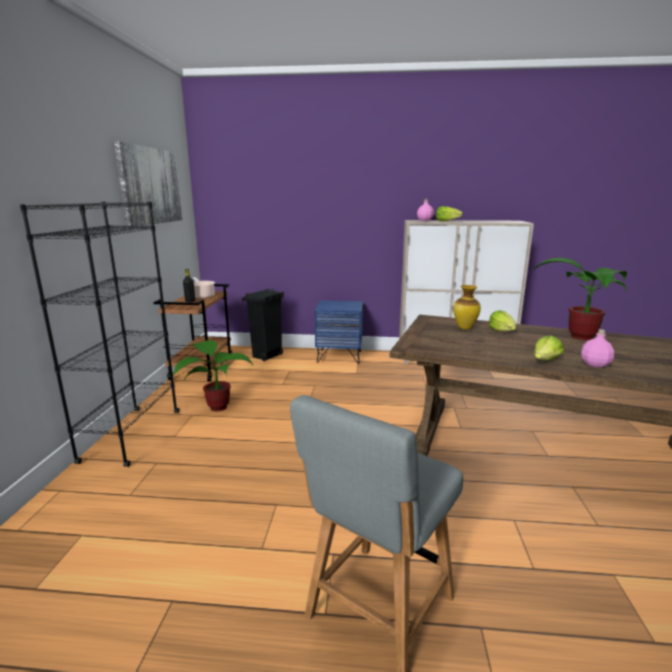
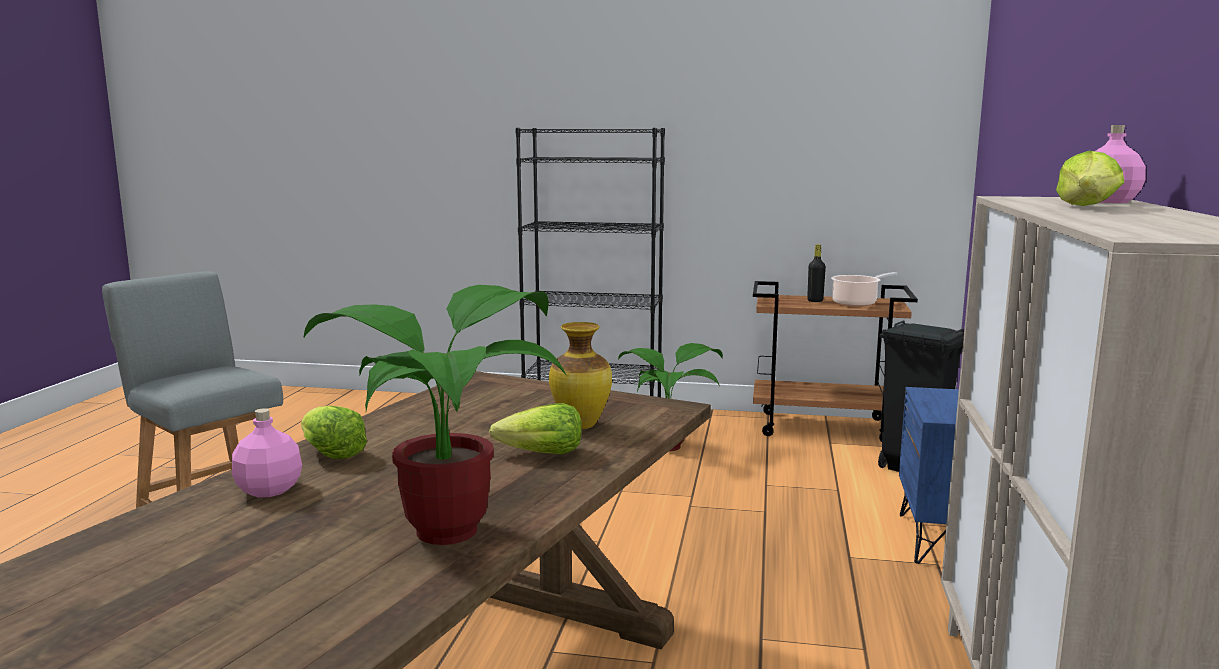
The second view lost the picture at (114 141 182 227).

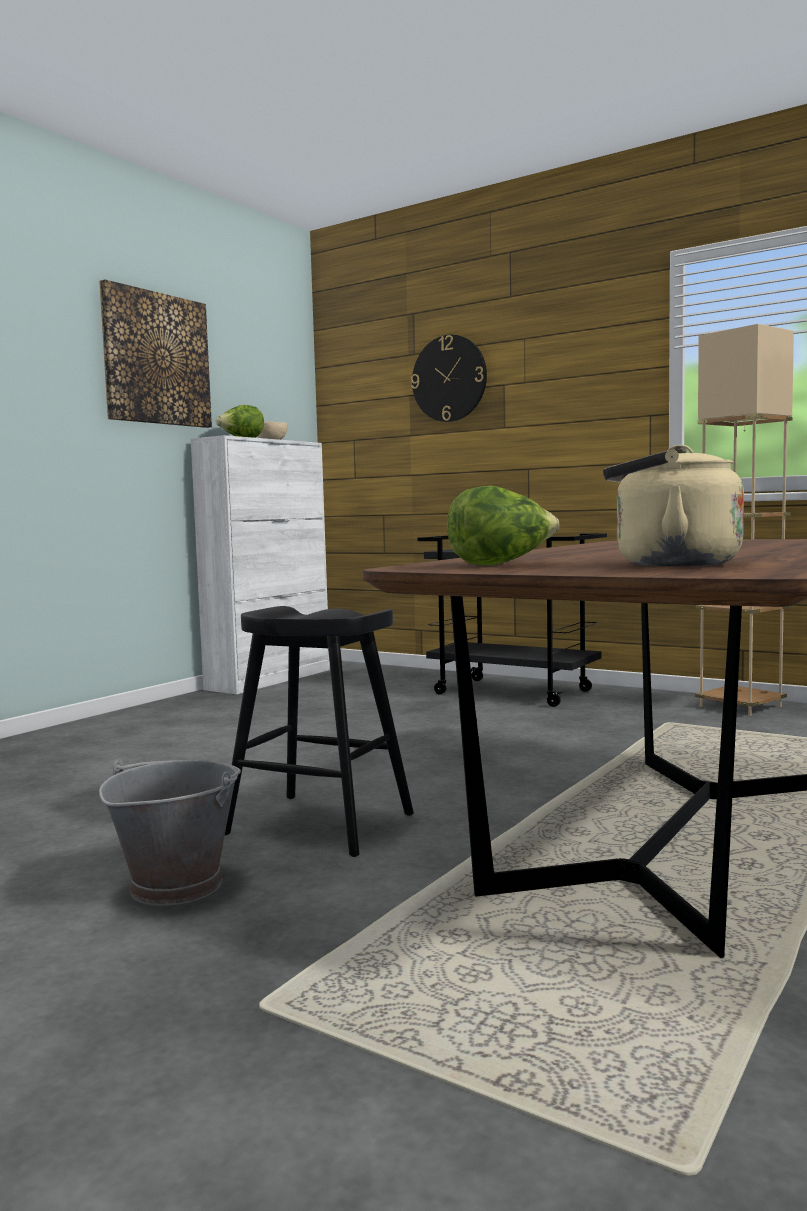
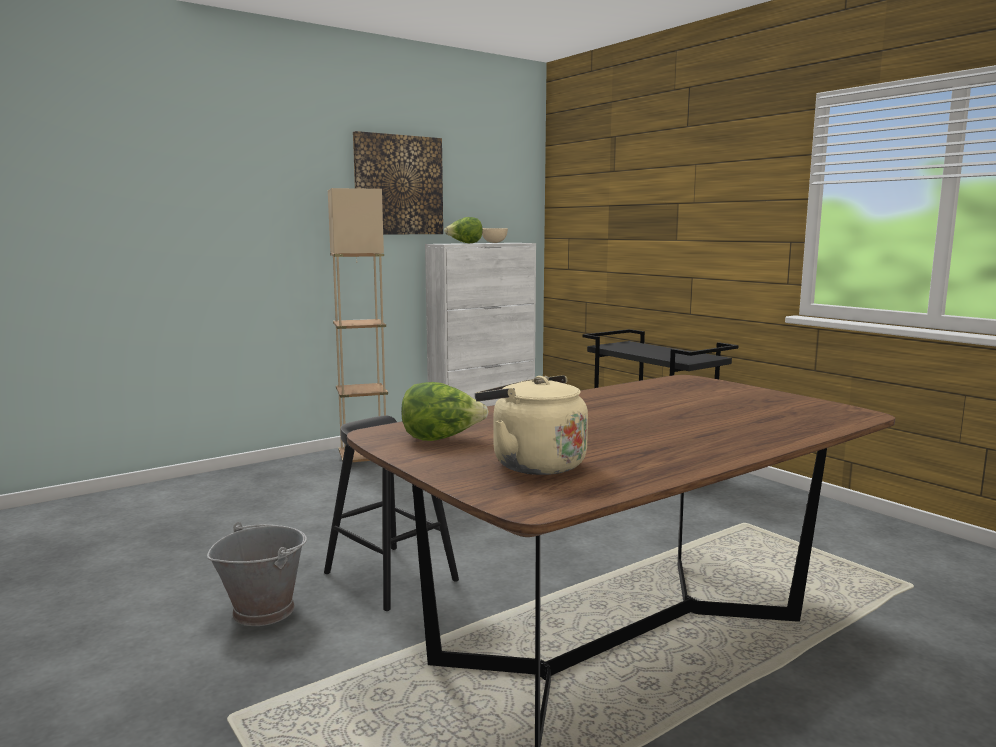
The second view lost the wall clock at (411 335 487 422). The floor lamp/beige ended up elsewhere, having gone from (695 324 794 716) to (328 188 388 462).

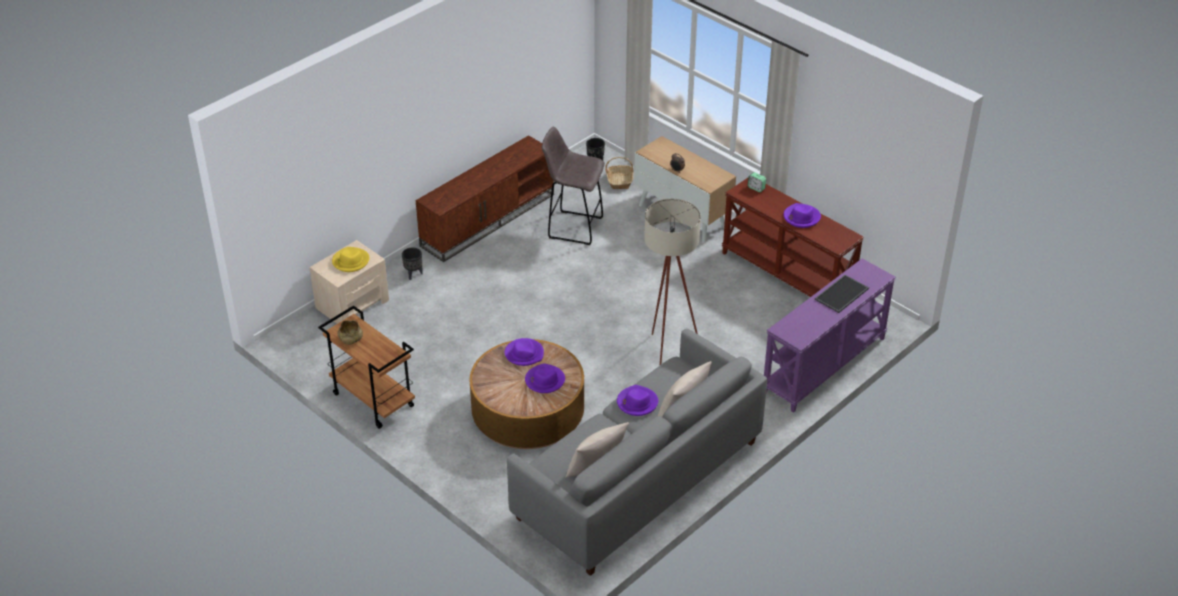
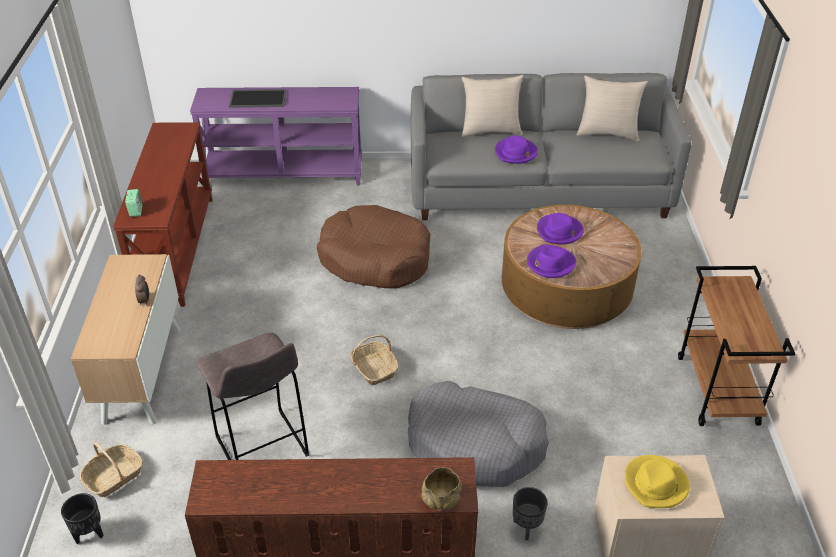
The second view lost the hat/purple at (783 203 821 228). The second view gained the basket at (350 335 398 385). The second view gained the dog bed/grey at (408 381 549 487). The bowl/beige ended up elsewhere, having gone from (338 320 363 345) to (421 467 462 511). Where the floor lamp/beige stood at (644 198 701 365), the dog bed/brown came to stand at (317 205 430 289).

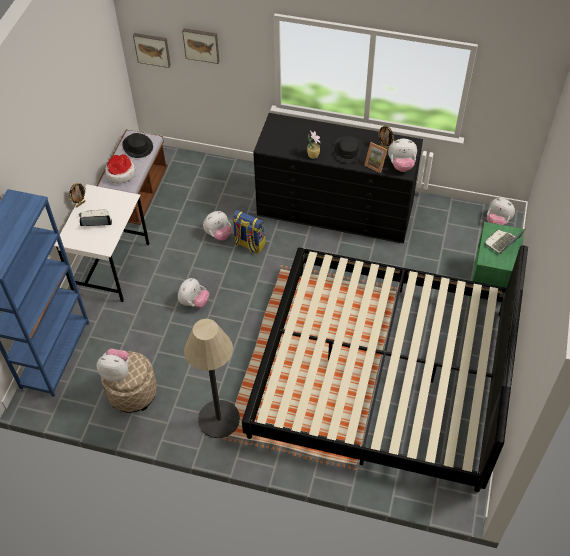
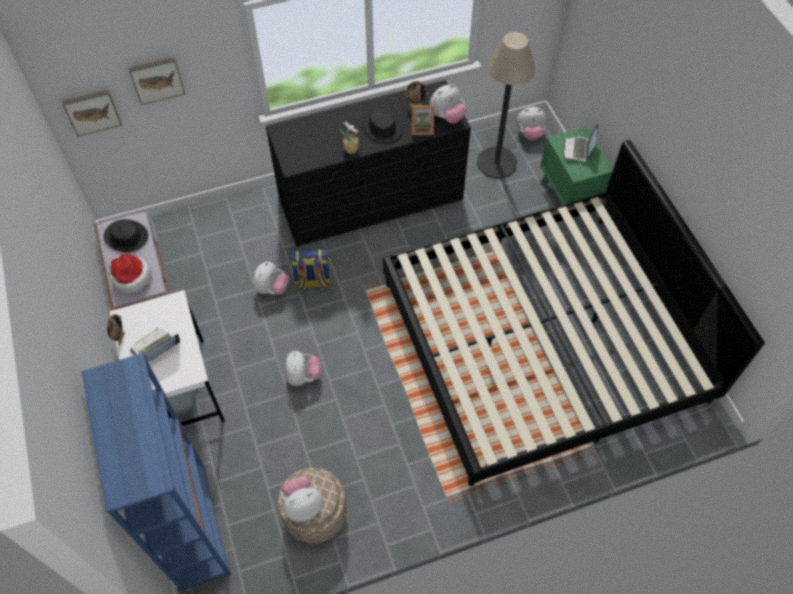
The floor lamp ended up elsewhere, having gone from (184 319 240 438) to (477 32 535 178).

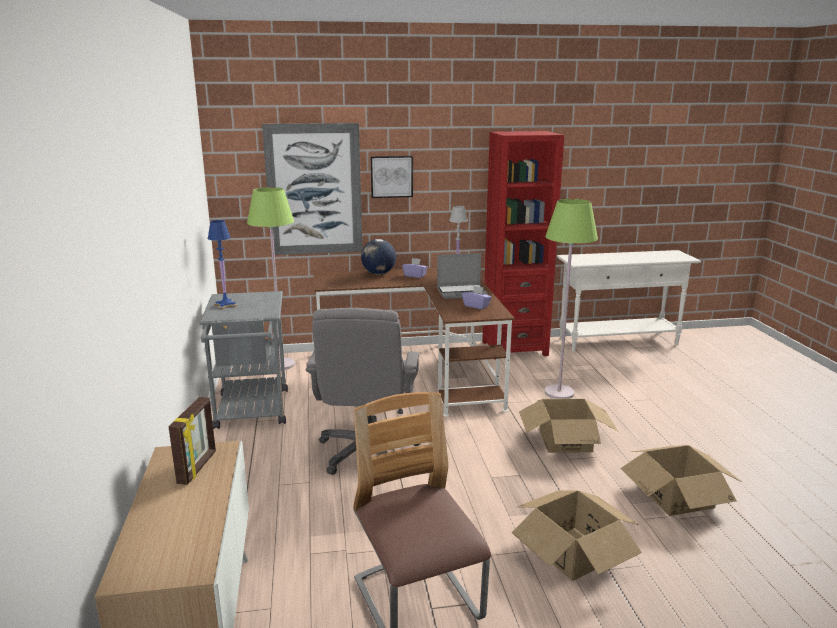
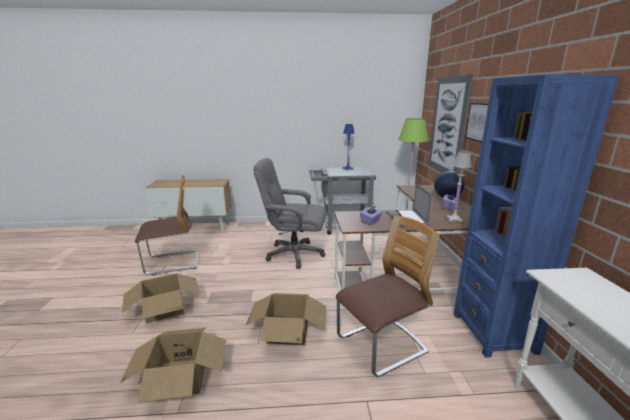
The second view lost the picture frame at (169 397 216 485). Where the floor lamp/green stood at (544 199 598 399), the chair came to stand at (336 215 440 377). What was the bookcase/red at (482 131 564 360) turned into the bookcase/blue at (454 74 619 358).

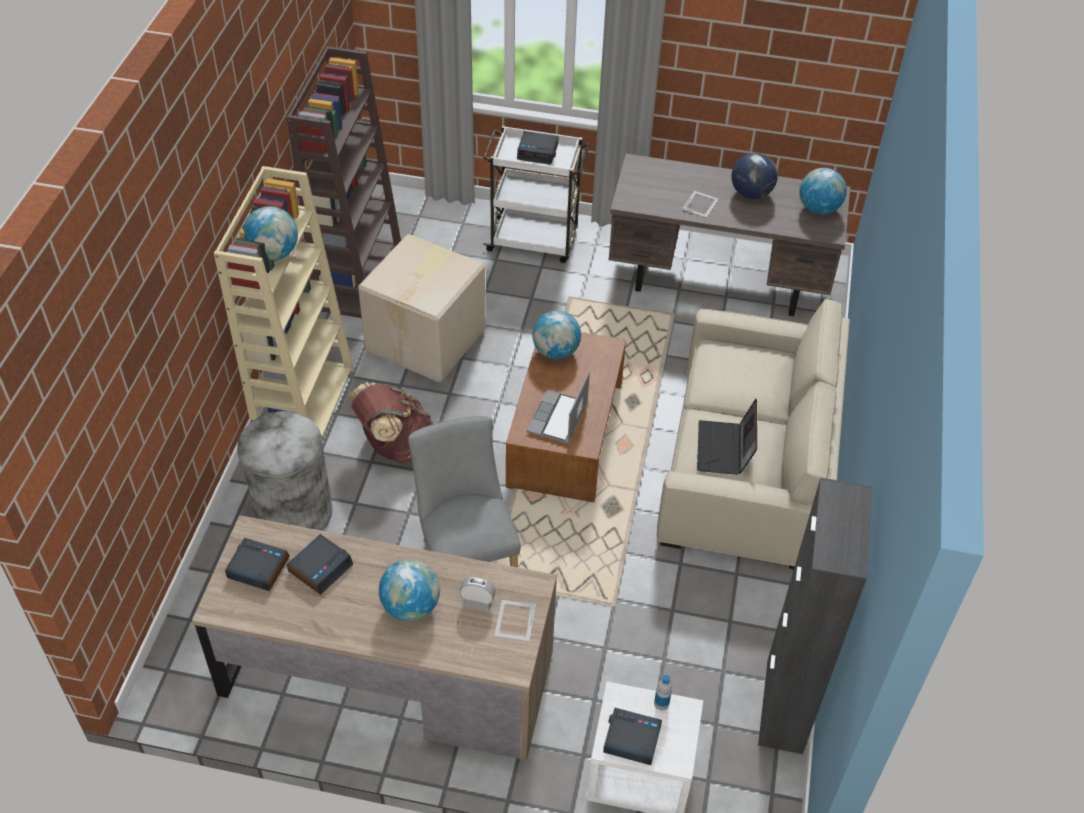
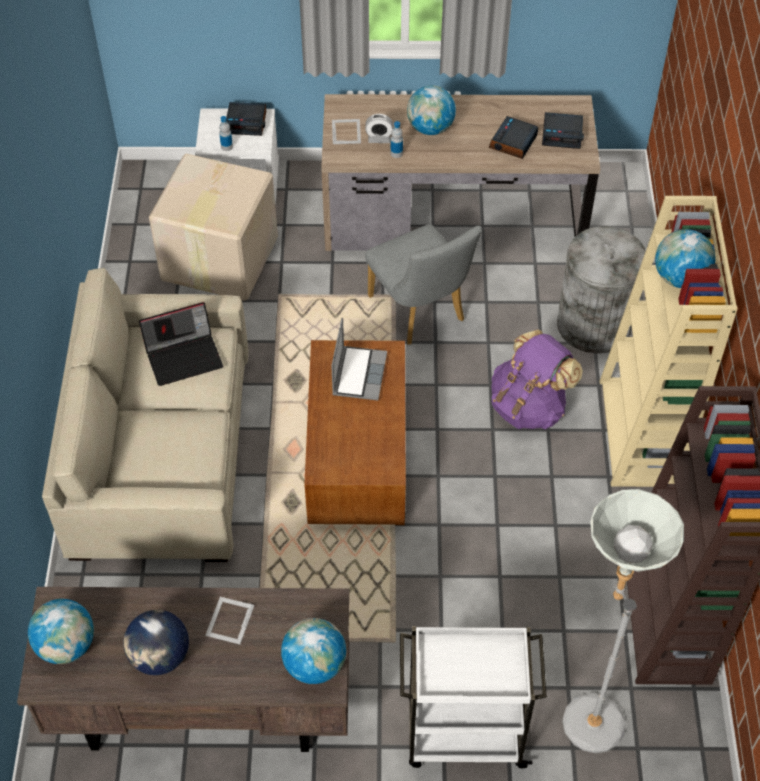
The second view lost the alarm clock at (517 131 559 164). The second view lost the cabinet/black at (758 478 872 754). The second view gained the bottle at (391 121 403 158). The second view gained the floor lamp/grey at (562 489 684 753). The cardboard box ended up elsewhere, having gone from (358 234 486 382) to (149 154 278 301). The globe ended up elsewhere, having gone from (532 311 581 359) to (281 618 346 684). What was the backpack/brown at (348 382 433 463) turned into the backpack/purple at (491 330 583 429). The laptop at (697 399 757 475) ended up facing another way, 75 degrees clockwise from before.

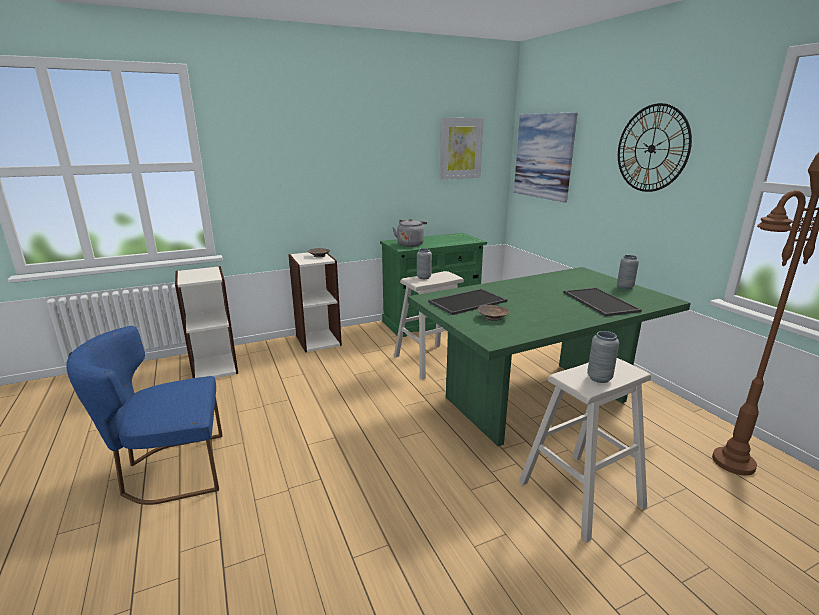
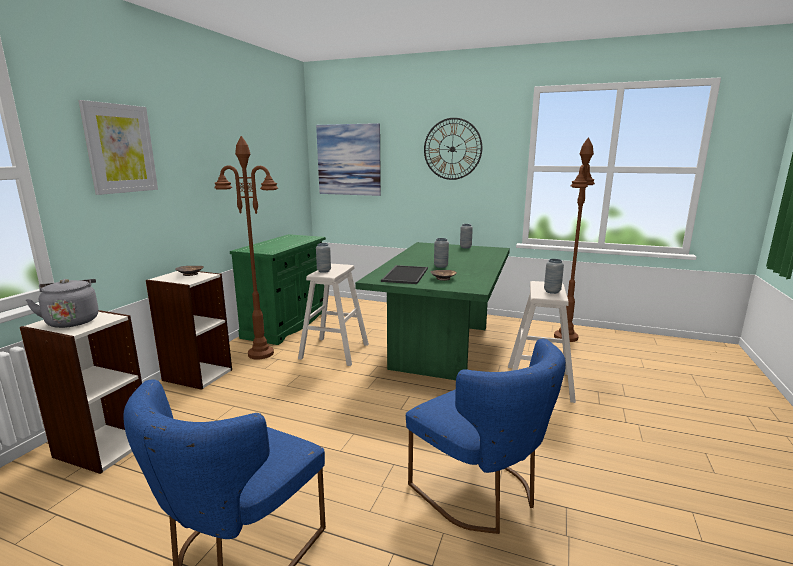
The second view lost the tray at (564 287 642 316). The second view gained the floor lamp/brown at (214 136 278 359). The second view gained the chair/blue at (406 339 566 534). The second view gained the vase/grey at (434 238 449 268). The kettle/grey ended up elsewhere, having gone from (392 219 427 247) to (25 279 98 328). The picture ended up elsewhere, having gone from (440 118 484 179) to (79 100 158 195).

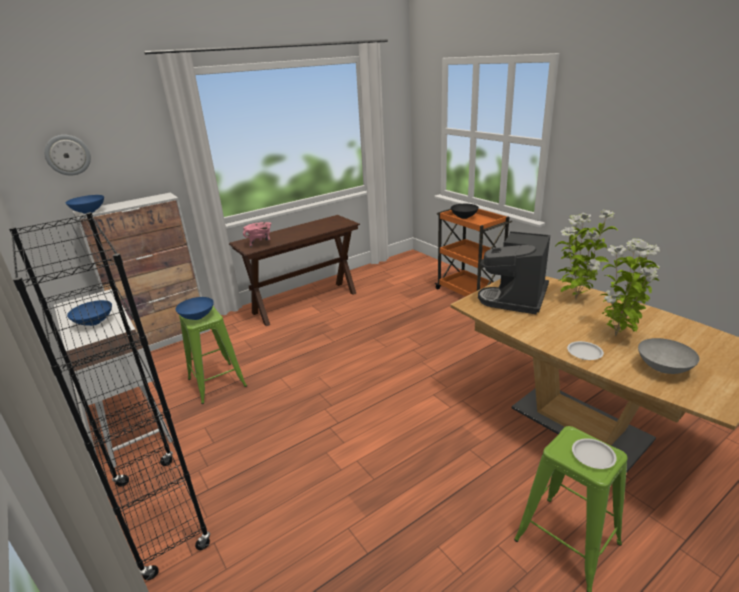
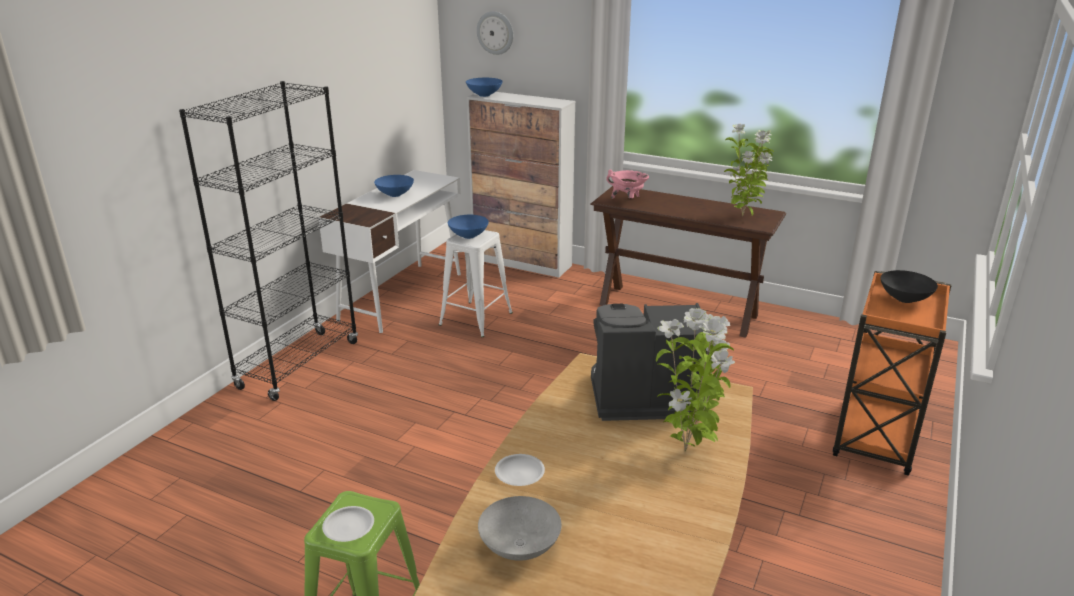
The potted plant ended up elsewhere, having gone from (601 238 660 337) to (724 124 774 216). What was the stool/green at (179 306 247 404) turned into the stool/white at (439 230 513 337).

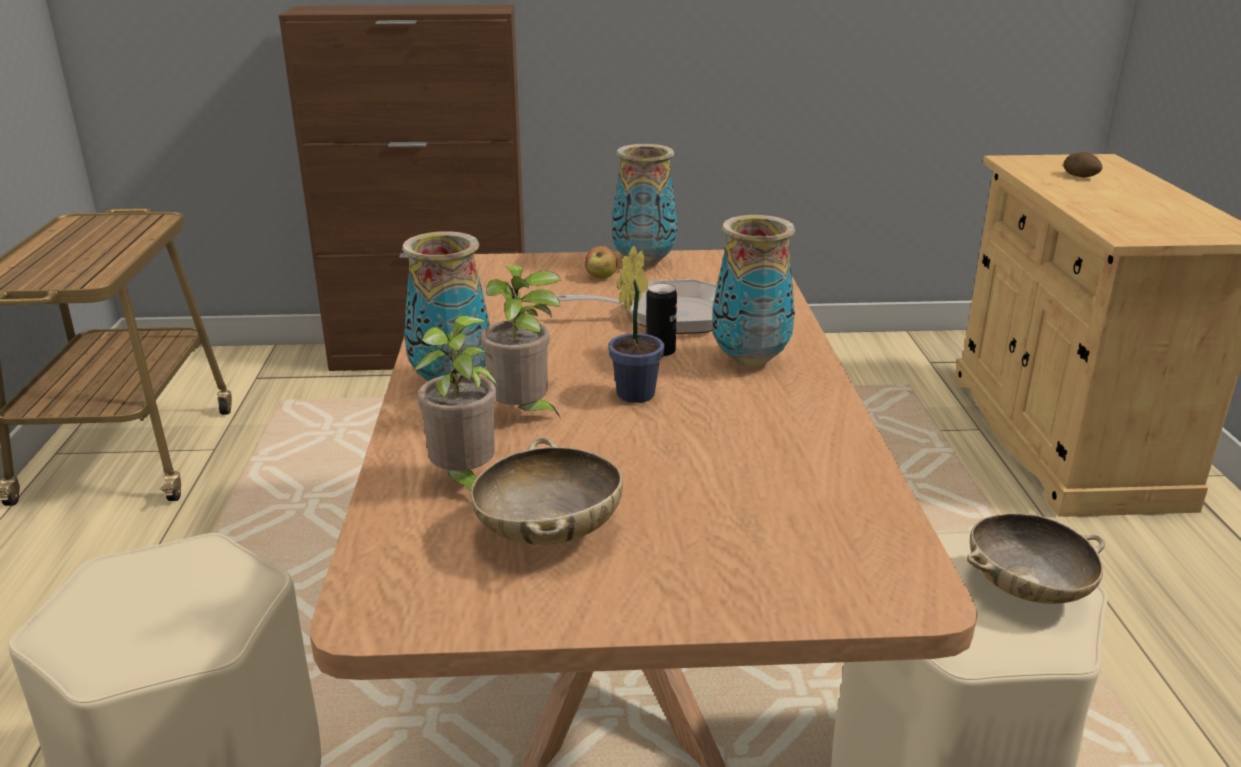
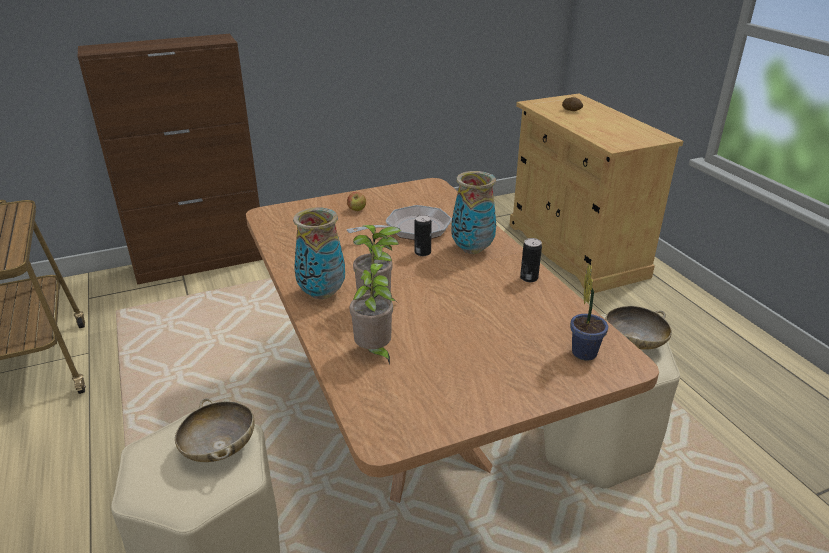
The second view lost the vase at (612 144 677 267). The second view gained the can at (520 238 542 282). The bowl/beige ended up elsewhere, having gone from (470 437 623 545) to (175 398 255 462). The potted plant ended up elsewhere, having gone from (608 246 664 403) to (570 264 608 361).

